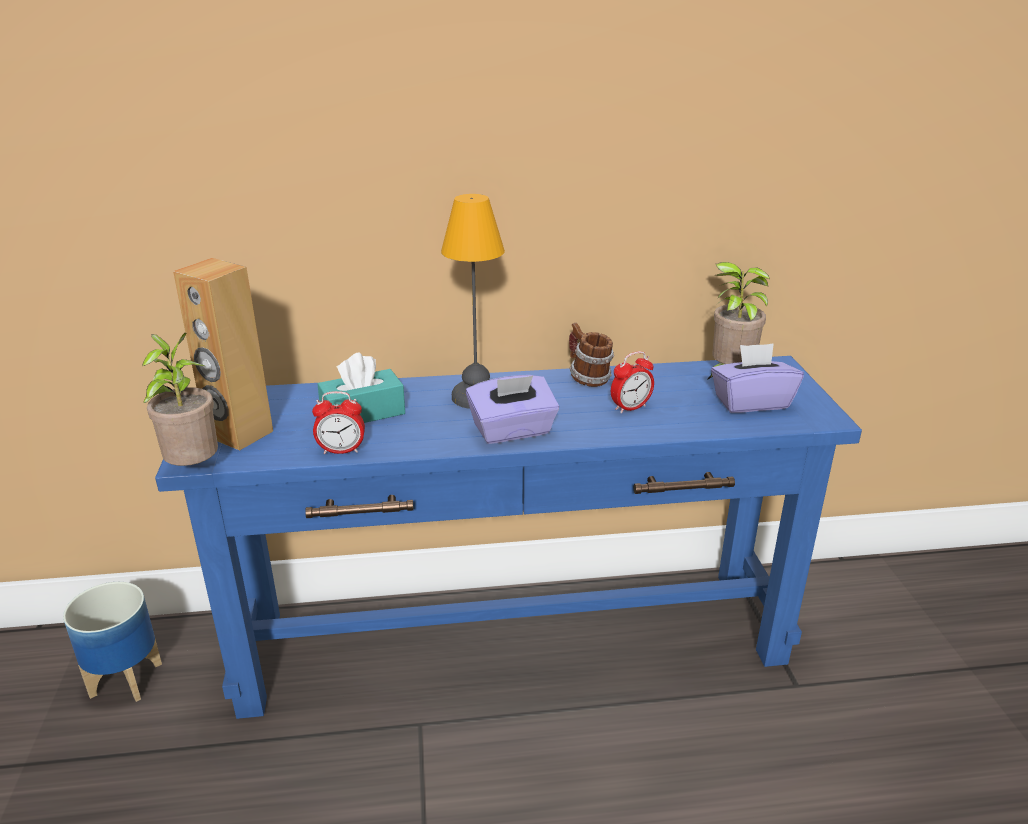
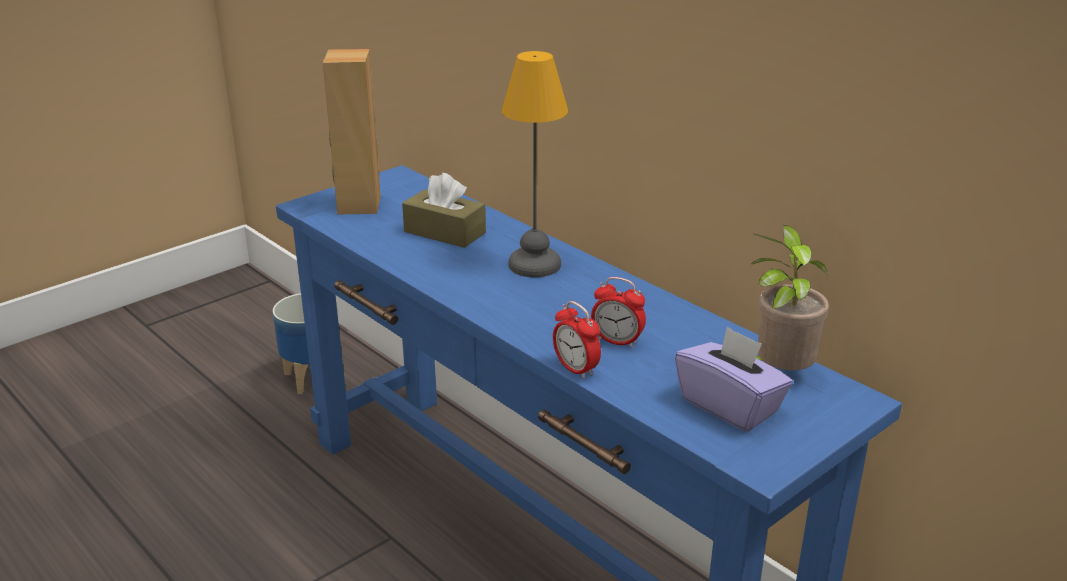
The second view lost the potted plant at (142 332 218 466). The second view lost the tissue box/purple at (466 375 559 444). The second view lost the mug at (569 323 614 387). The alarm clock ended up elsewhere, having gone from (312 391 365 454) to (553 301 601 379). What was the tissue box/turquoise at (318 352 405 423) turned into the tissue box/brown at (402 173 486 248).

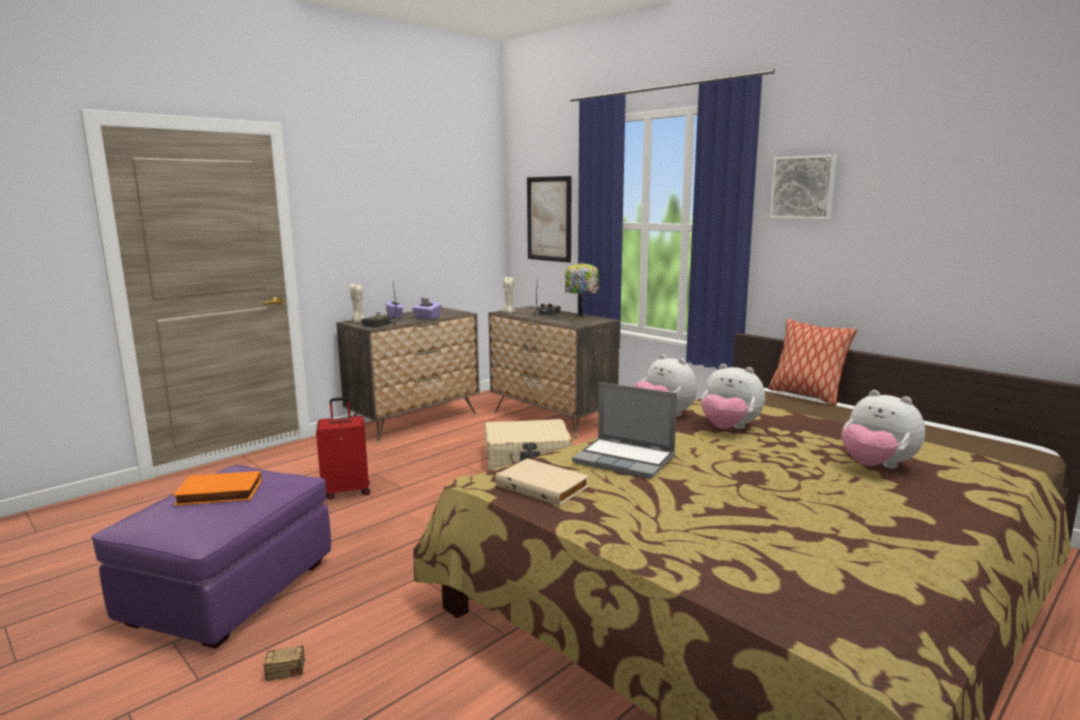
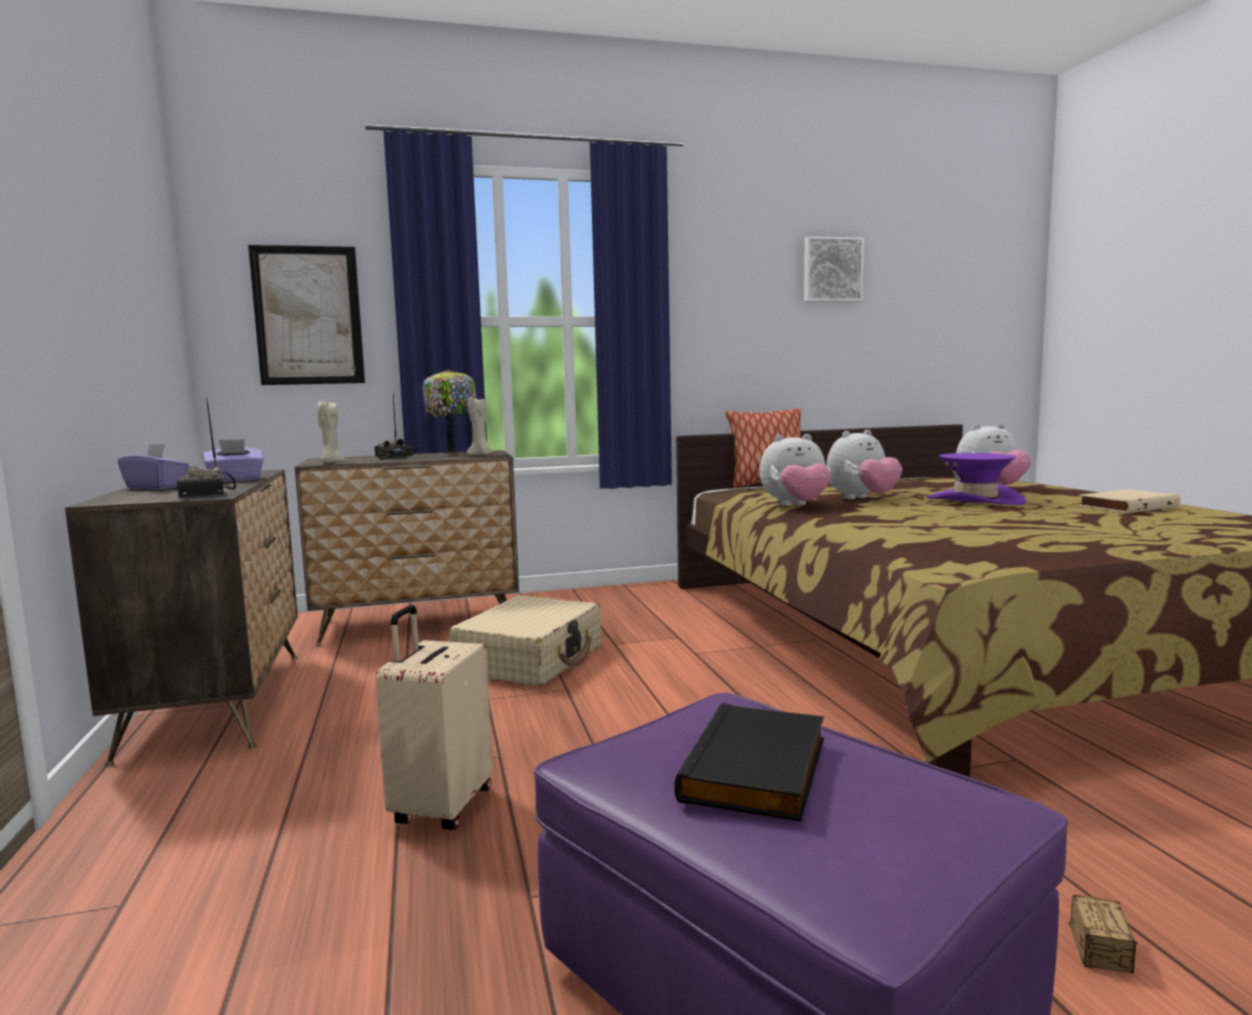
The second view lost the laptop at (572 382 677 479). The second view gained the hat/purple at (927 453 1026 505). The candle/beige ended up elsewhere, having gone from (350 284 365 323) to (466 397 492 455). The book/beige ended up elsewhere, having gone from (495 458 589 506) to (1078 489 1180 513). The picture ended up elsewhere, having gone from (770 155 837 220) to (804 236 864 302). What was the book/orange at (173 471 261 506) turned into the book/black at (674 703 824 822). What was the suitcase/red at (316 397 370 500) turned into the suitcase/beige at (375 605 493 830).

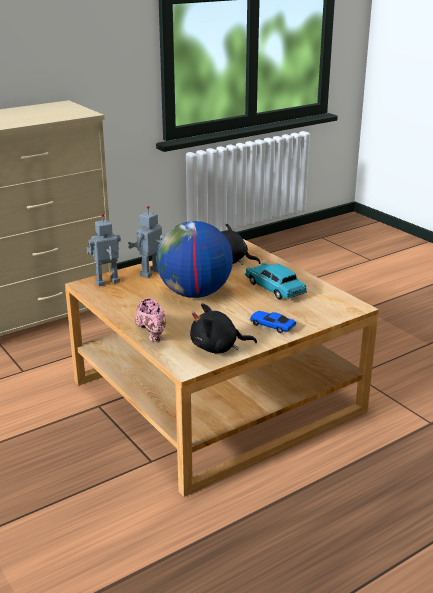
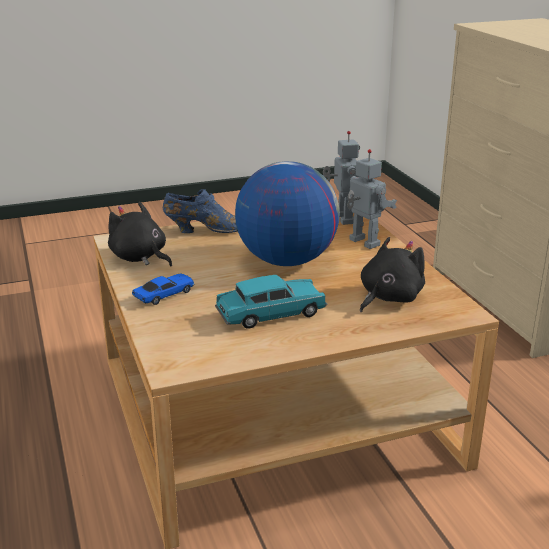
What was the shoe/pink at (135 298 166 342) turned into the shoe/blue at (163 189 238 233). The plush toy/black at (190 303 257 353) ended up facing another way, 60 degrees counterclockwise from before.

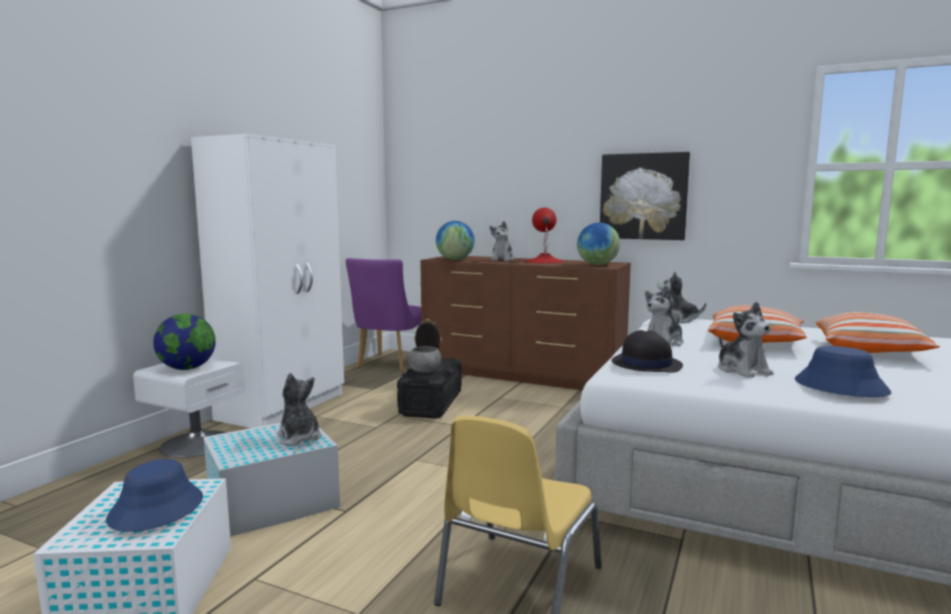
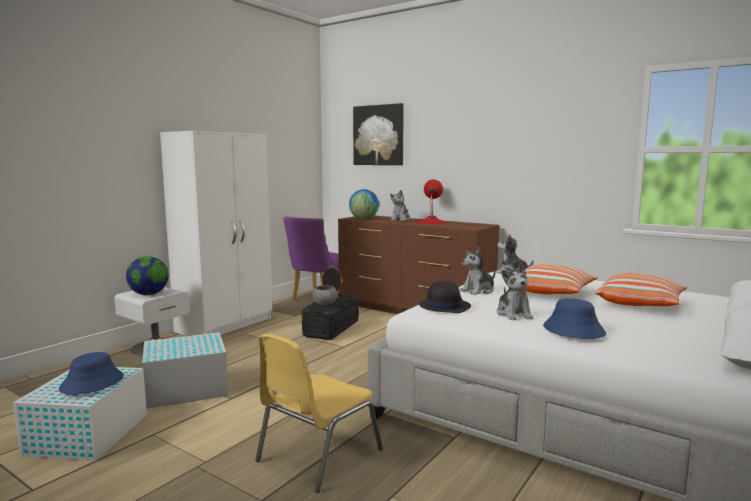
The second view lost the plush toy at (276 373 322 446). The second view lost the globe at (577 223 620 265). The picture ended up elsewhere, having gone from (600 152 690 240) to (353 103 404 165).

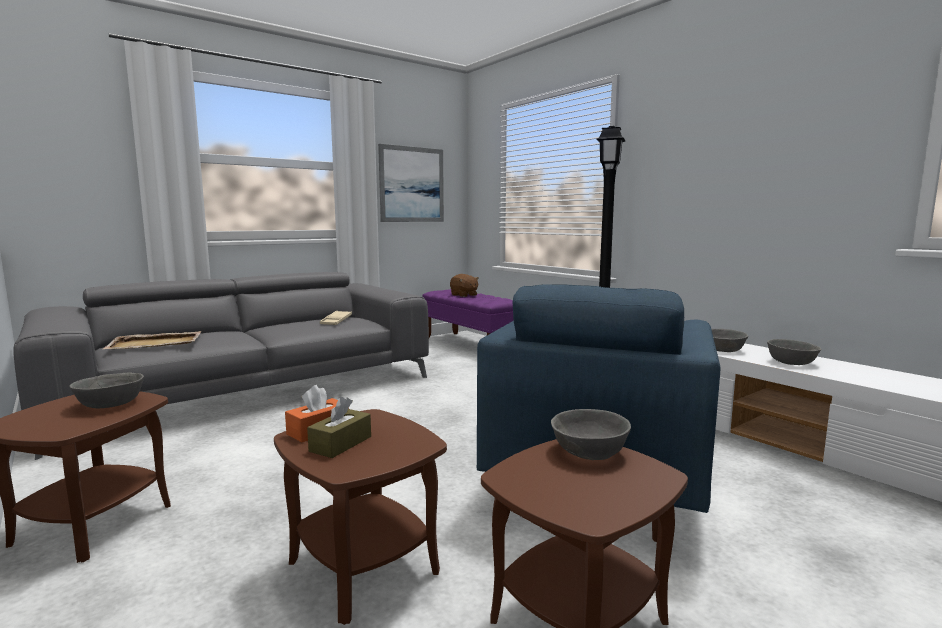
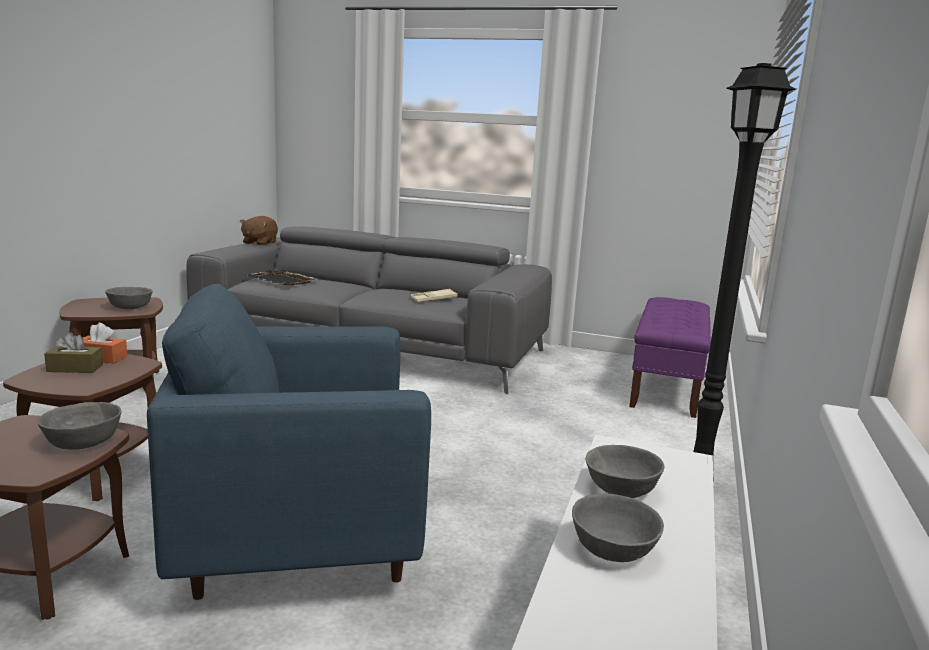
The second view lost the picture at (378 144 444 222). The plush toy/brown ended up elsewhere, having gone from (450 274 479 297) to (240 216 278 245). What was the tray/beige at (103 331 201 349) turned into the tray/black at (246 269 319 286).

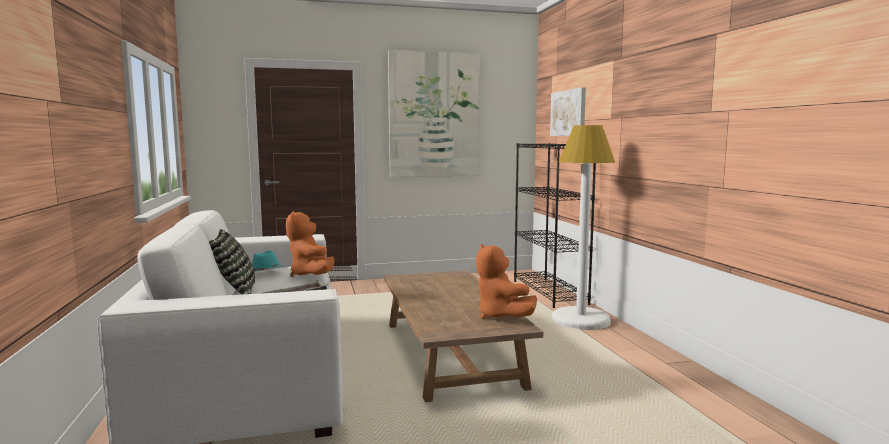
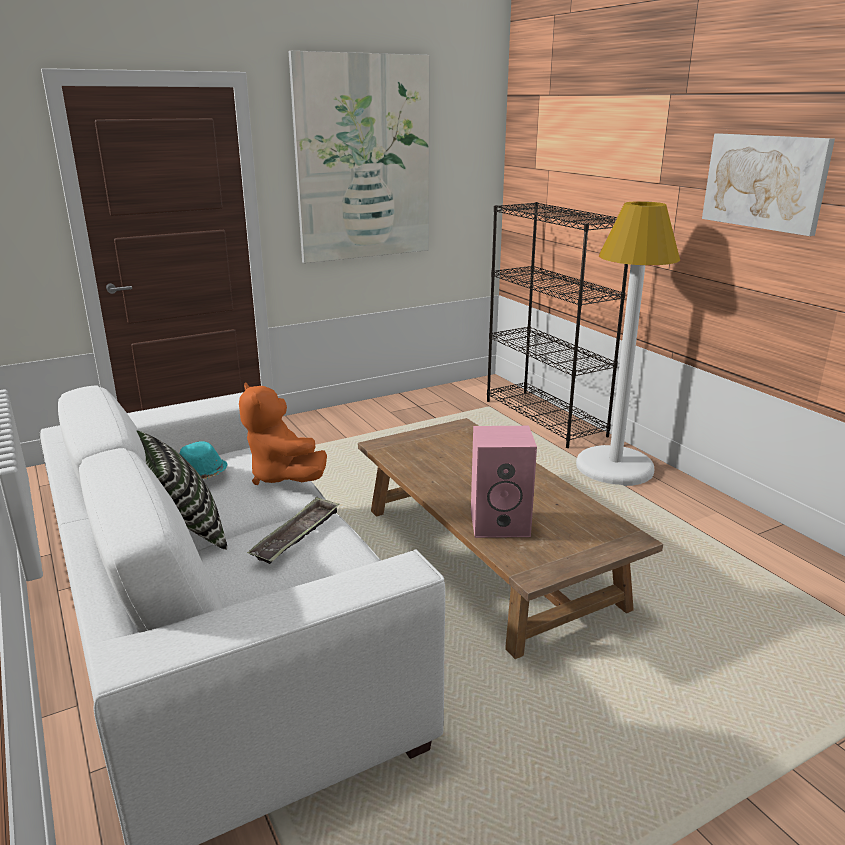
The second view lost the plush toy/orange at (476 244 537 319). The second view gained the speaker/pink at (471 426 537 538). The picture ended up elsewhere, having gone from (550 87 586 136) to (702 133 835 236).

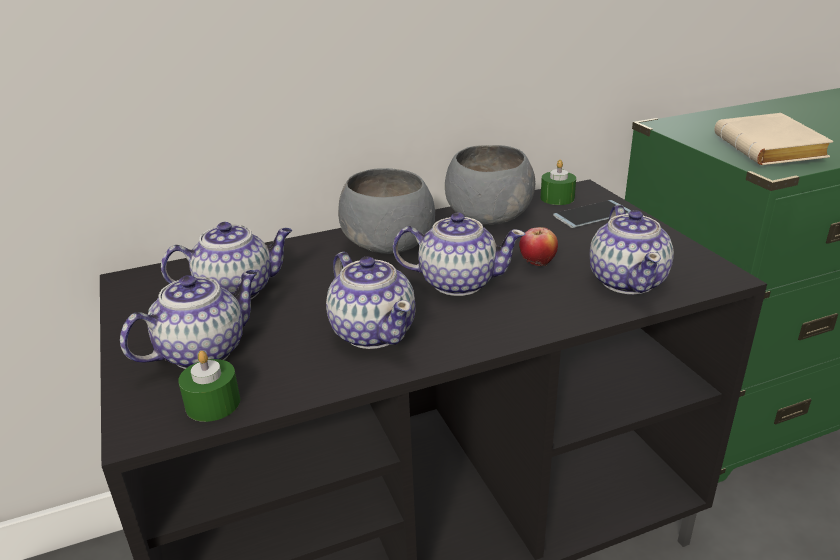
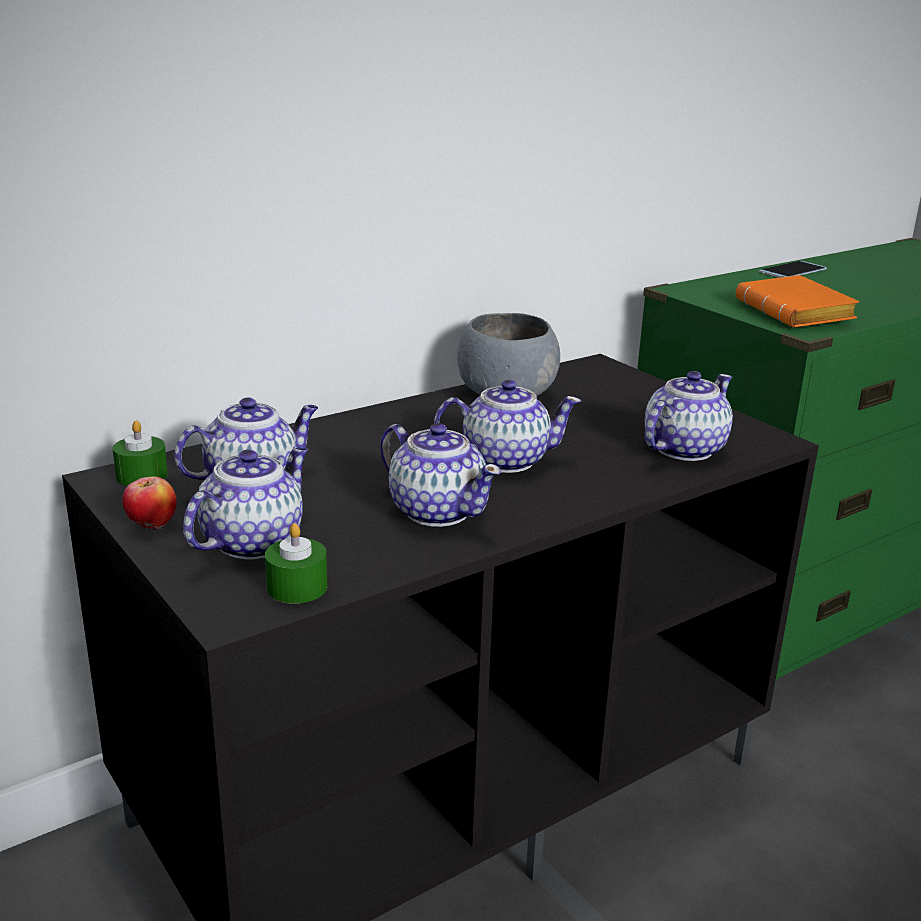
The second view lost the bowl/grey at (338 168 435 254). The apple ended up elsewhere, having gone from (519 227 558 266) to (122 477 177 529). The candle/green ended up elsewhere, having gone from (541 160 576 205) to (113 420 168 486). The phone ended up elsewhere, having gone from (553 200 631 228) to (759 261 827 278). What was the book/beige at (715 113 833 165) turned into the book/orange at (736 275 859 327). The teapot at (590 205 674 294) ended up facing another way, 120 degrees counterclockwise from before.

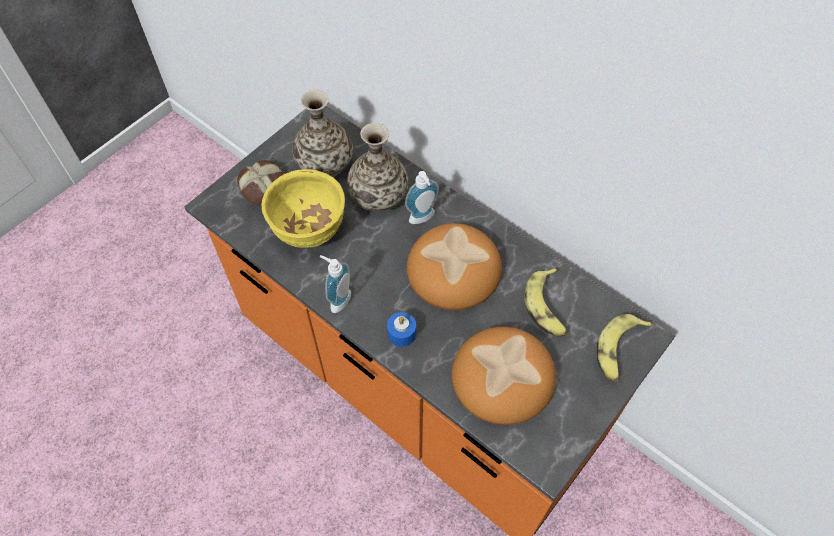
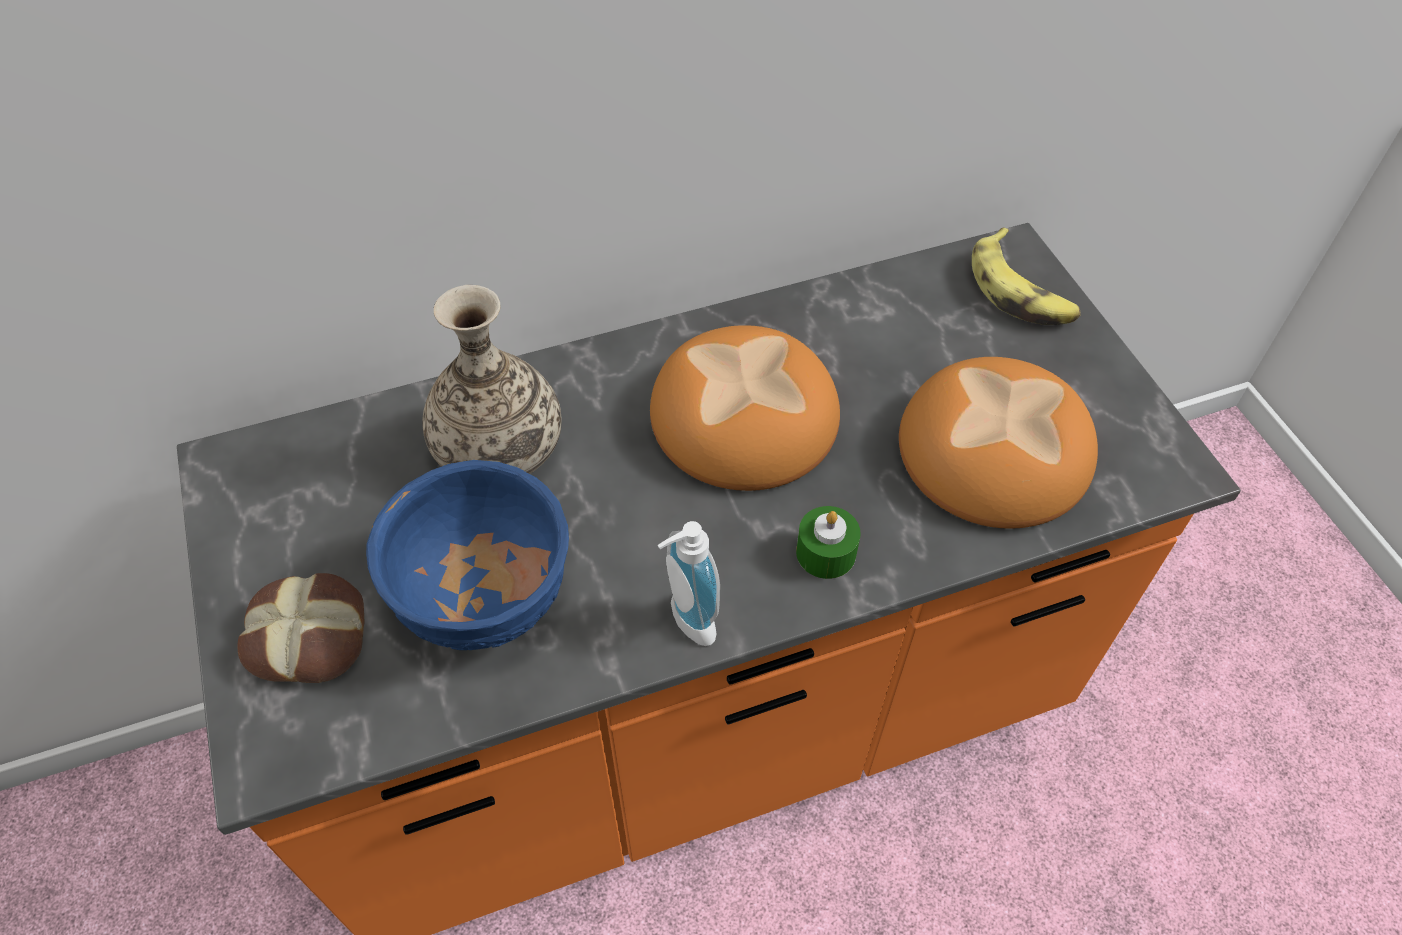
The second view lost the vase at (292 89 353 177). The second view lost the soap dispenser at (405 171 439 224). The second view lost the banana at (525 268 567 336). What was the bowl/yellow at (261 169 345 248) turned into the bowl/blue at (366 460 569 650). What was the candle/blue at (387 312 416 347) turned into the candle/green at (796 506 861 579).

